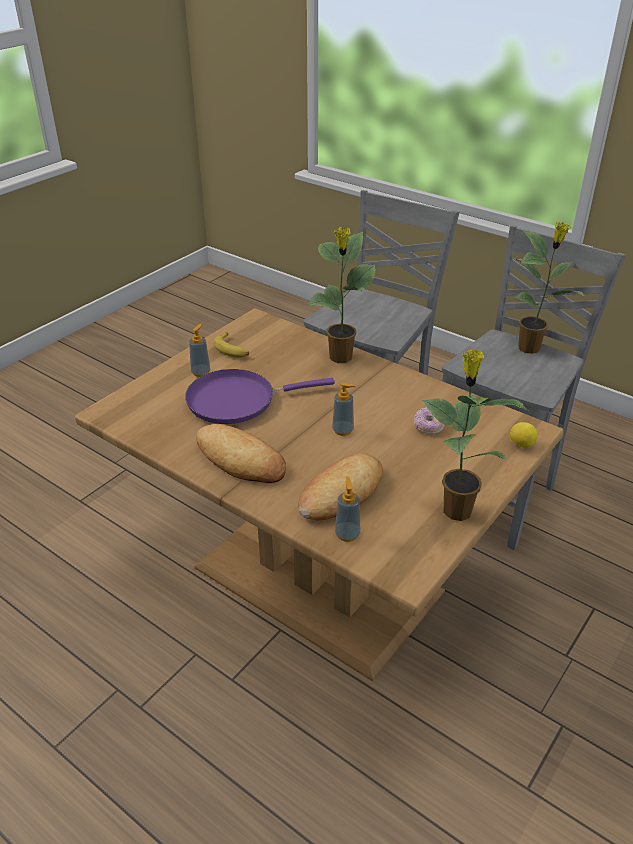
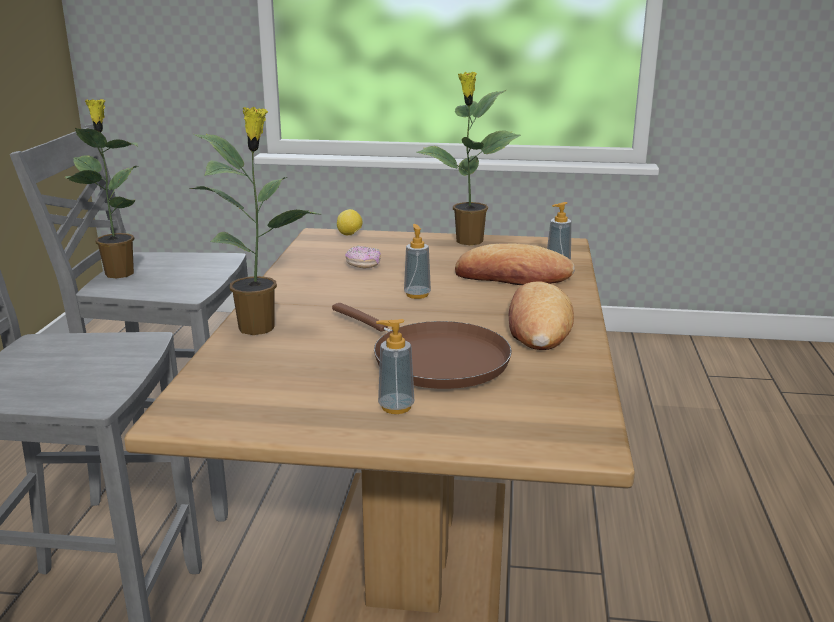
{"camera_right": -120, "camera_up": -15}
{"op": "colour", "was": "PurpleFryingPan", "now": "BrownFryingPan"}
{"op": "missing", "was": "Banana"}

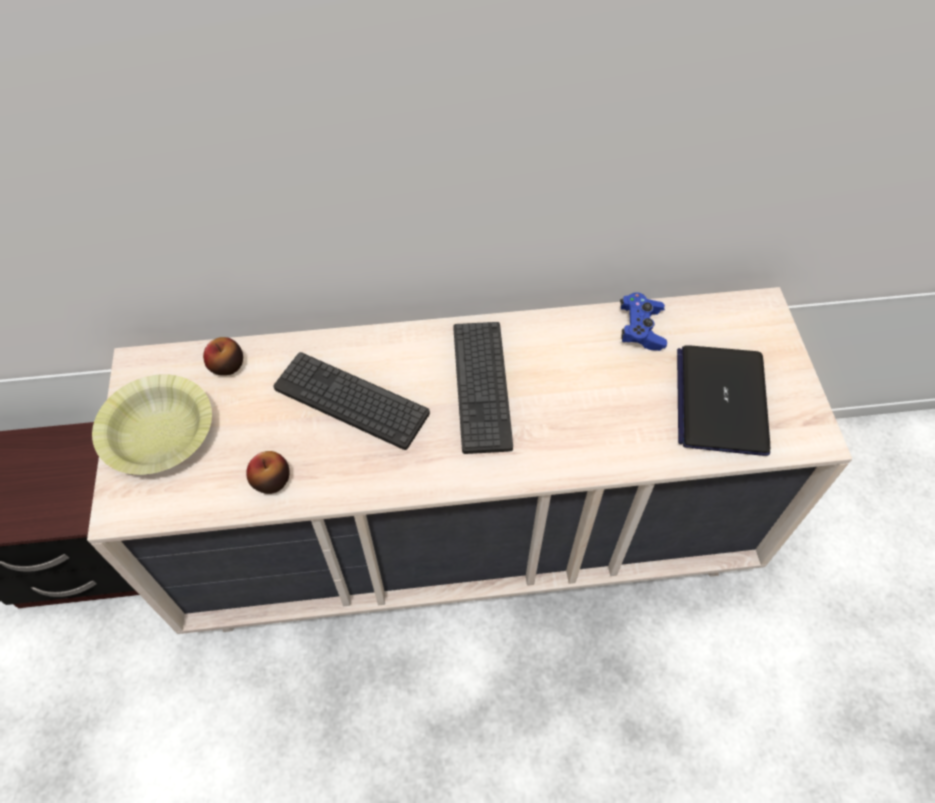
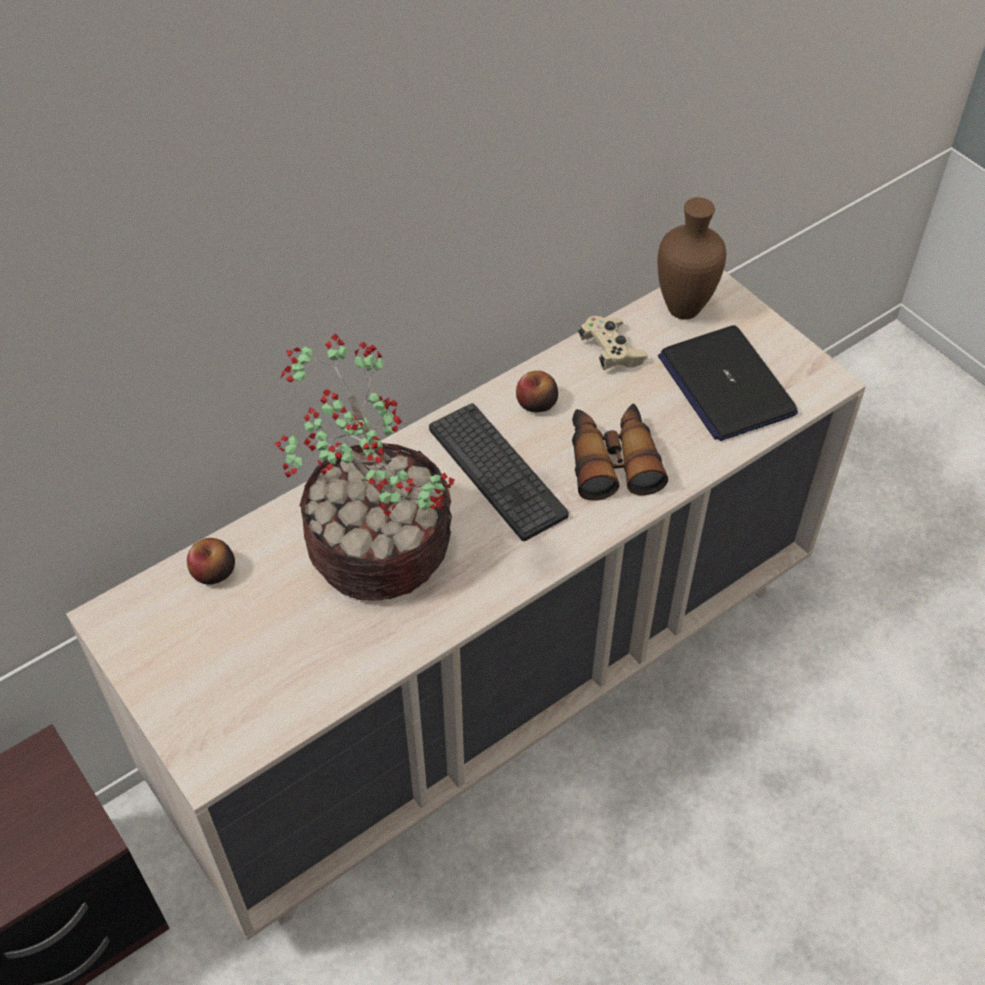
{"camera_right": -30, "camera_up": -5}
{"op": "missing", "was": "YellowBowl"}
{"op": "relocated", "was": "Apple (no. 2 from left)"}
{"op": "exchanged", "was": "Keyboard (no. 1 from left)", "now": "PottedPlant"}
{"op": "colour", "was": "BlueGameController", "now": "BeigeGameController"}
{"op": "appeared", "now": "Binoculars"}
{"op": "appeared", "now": "BrownVase"}

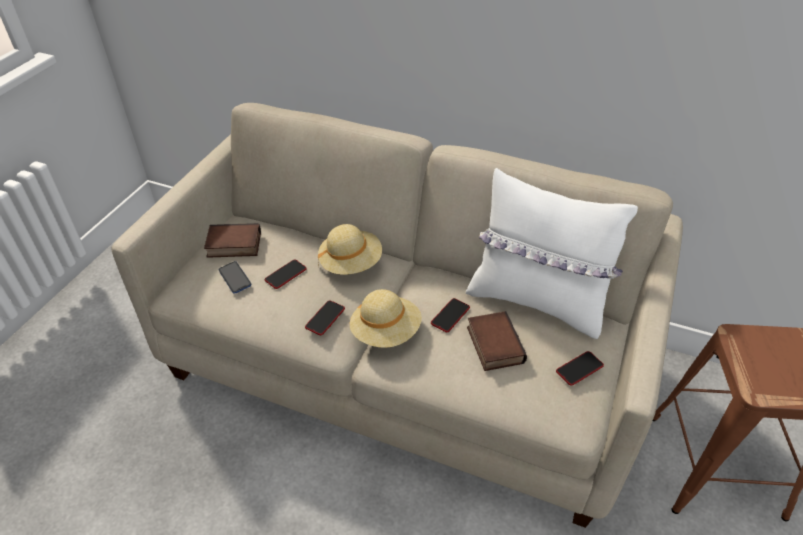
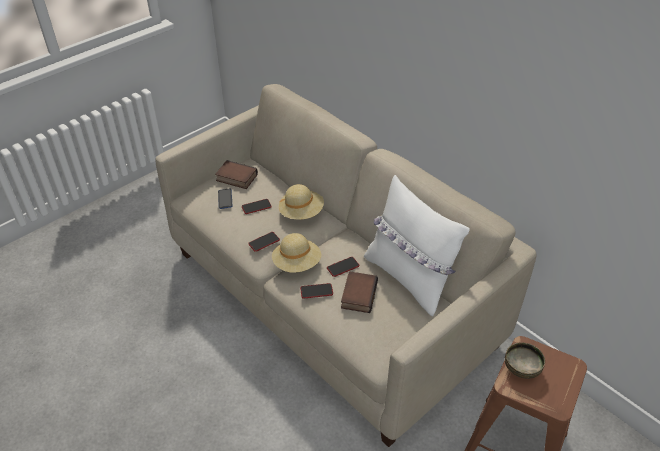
{"camera_right": 25, "camera_up": 0}
{"op": "relocated", "was": "Phone (no. 5 from left in the first image)", "now": "Phone (no. 4 from left)"}
{"op": "appeared", "now": "Bowl"}

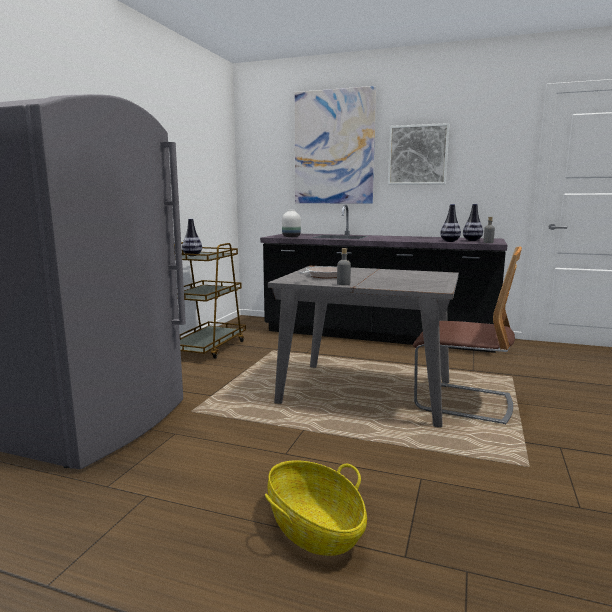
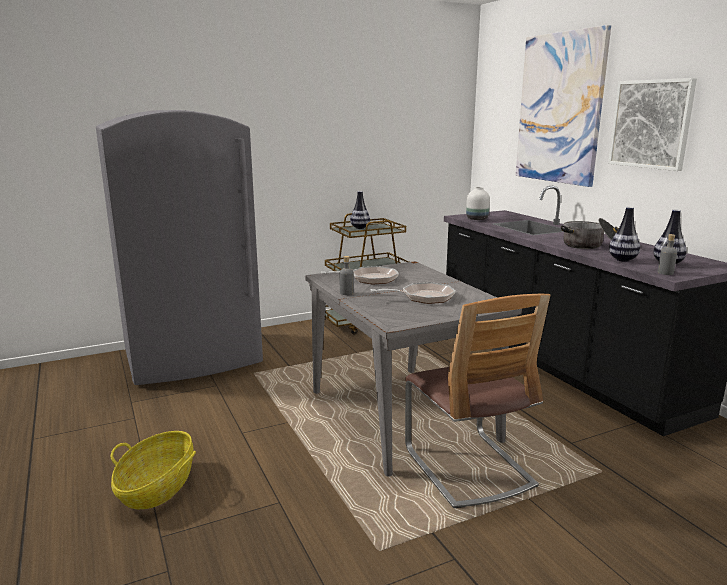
{"camera_right": 45, "camera_up": 5}
{"op": "appeared", "now": "FryingPan (no. 2 from left)"}
{"op": "appeared", "now": "CookingPot"}

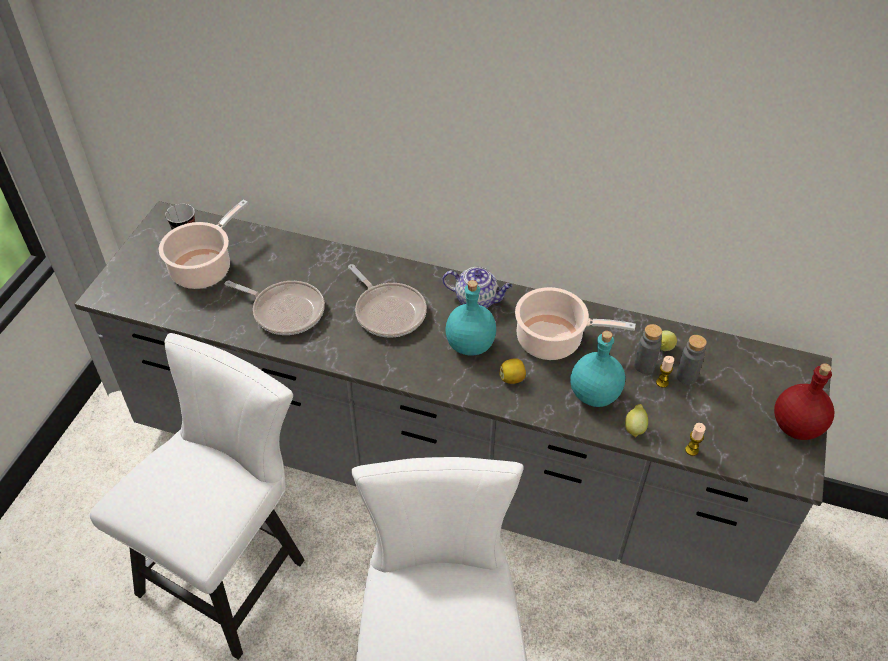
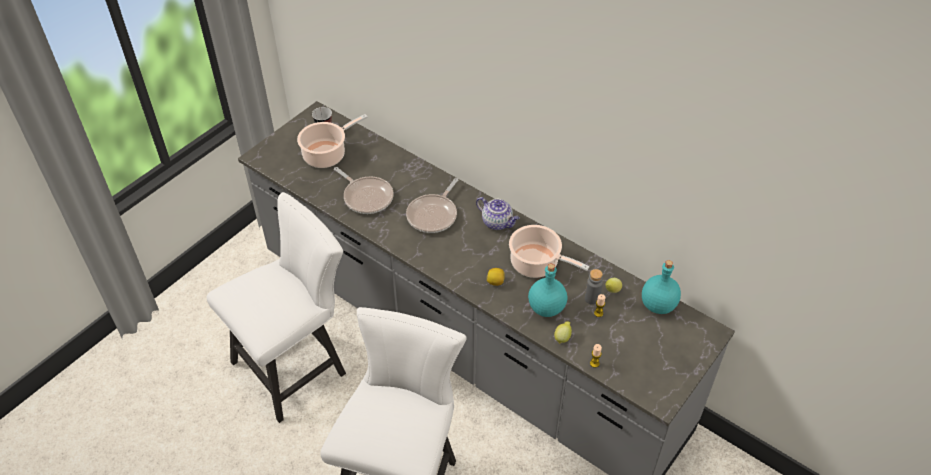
{"camera_right": 20, "camera_up": 0}
{"op": "spun", "was": "FryingPan (no. 2 from left)", "clockwise": 45}
{"op": "relocated", "was": "TurquoiseBottle (no. 1 from left in the first image)", "now": "TurquoiseBottle (no. 2 from left)"}
{"op": "missing", "was": "GreyBottle (no. 2 from left)"}
{"op": "missing", "was": "RedBottle"}

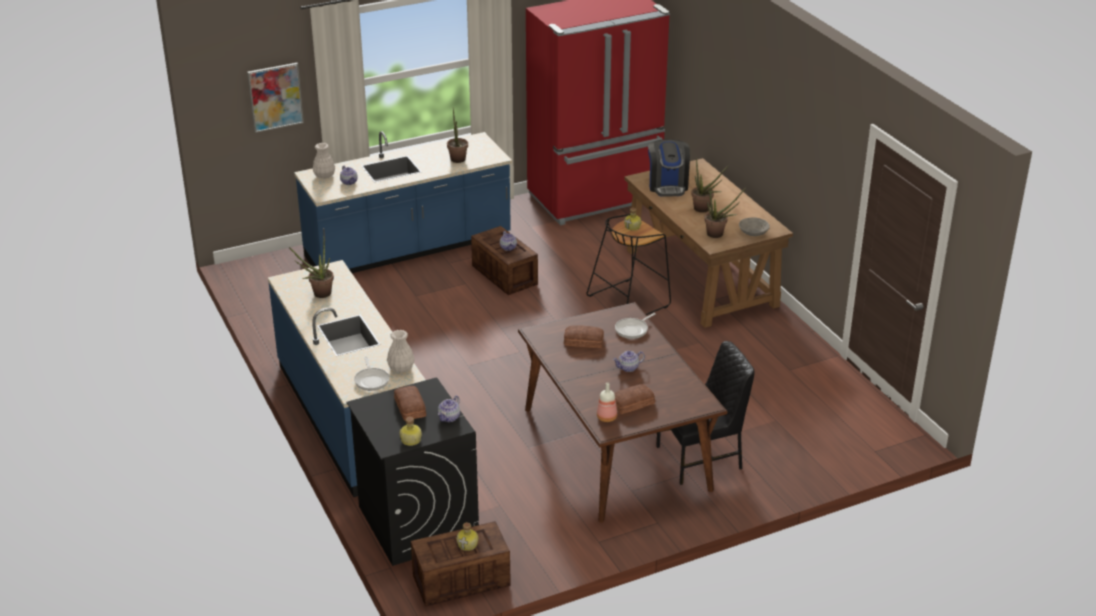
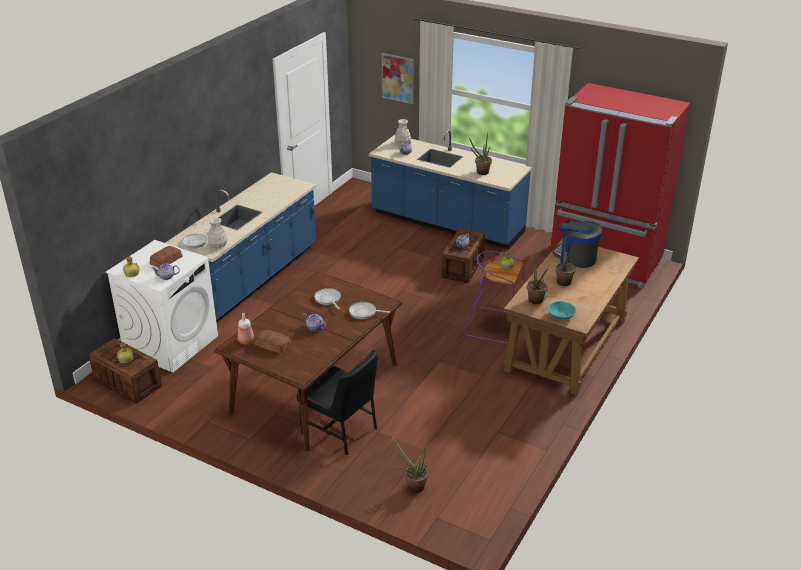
{"camera_right": 55, "camera_up": 0}
{"op": "relocated", "was": "PottedPlant (no. 1 from left)"}
{"op": "colour", "was": "BlackWashingMachine", "now": "WhiteWashingMachine"}
{"op": "exchanged", "was": "Bread (no. 2 from left)", "now": "FryingPan (no. 2 from left)"}
{"op": "colour", "was": "BlackStool", "now": "PurpleStool"}
{"op": "spun", "was": "CoffeeMachine", "clockwise": 75}
{"op": "colour", "was": "GreyBowl", "now": "TurquoiseBowl"}

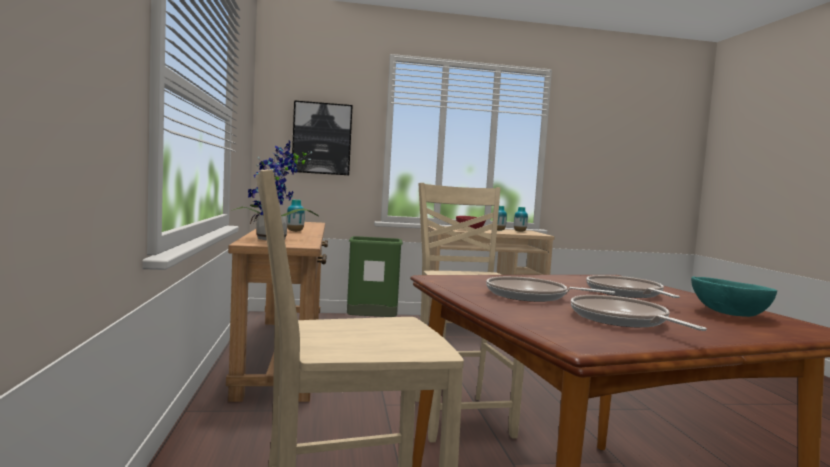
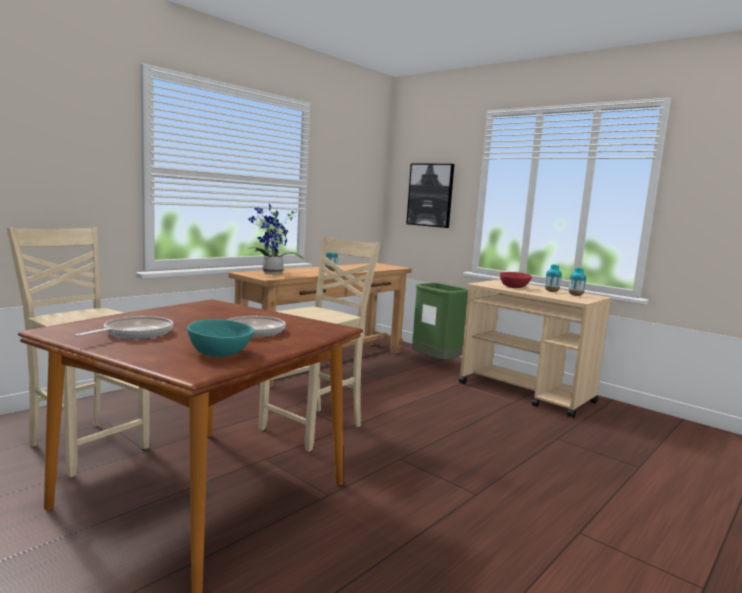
{"camera_right": 50, "camera_up": 5}
{"op": "missing", "was": "FryingPan (no. 1 from left)"}

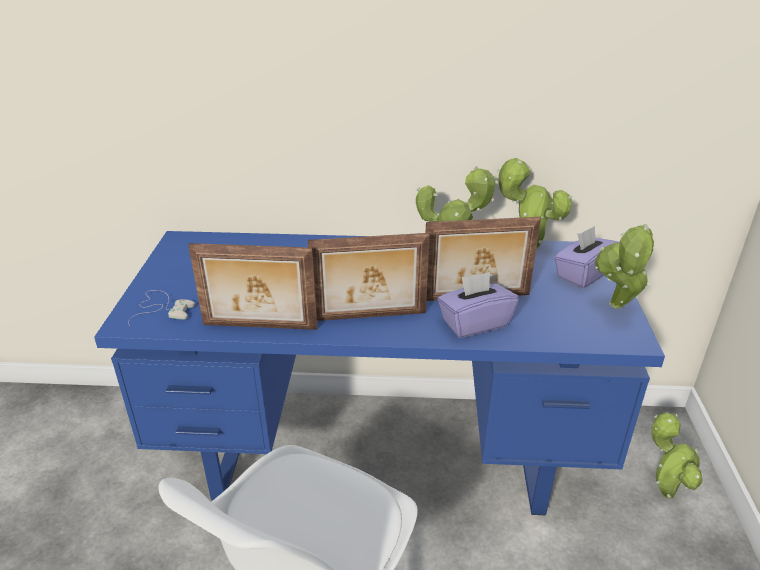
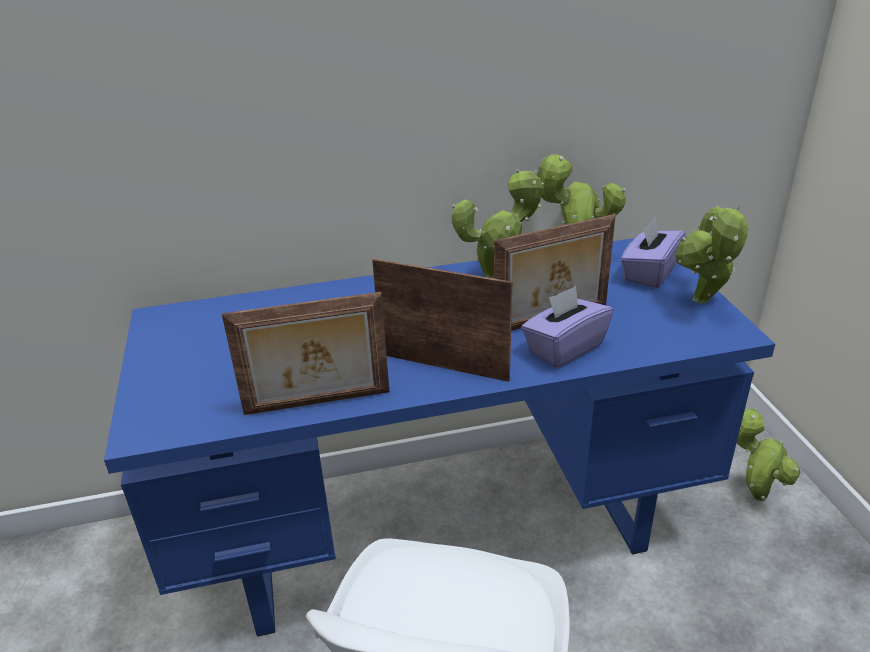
{"camera_right": -15, "camera_up": 0}
{"op": "missing", "was": "WhiteGameController"}
{"op": "spun", "was": "PictureFrame (no. 2 from left)", "clockwise": -135}

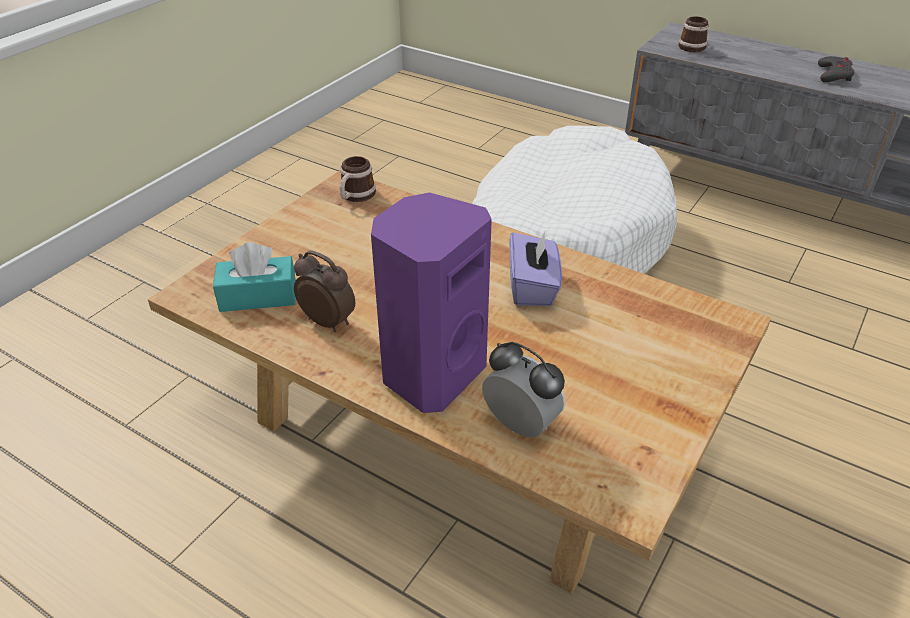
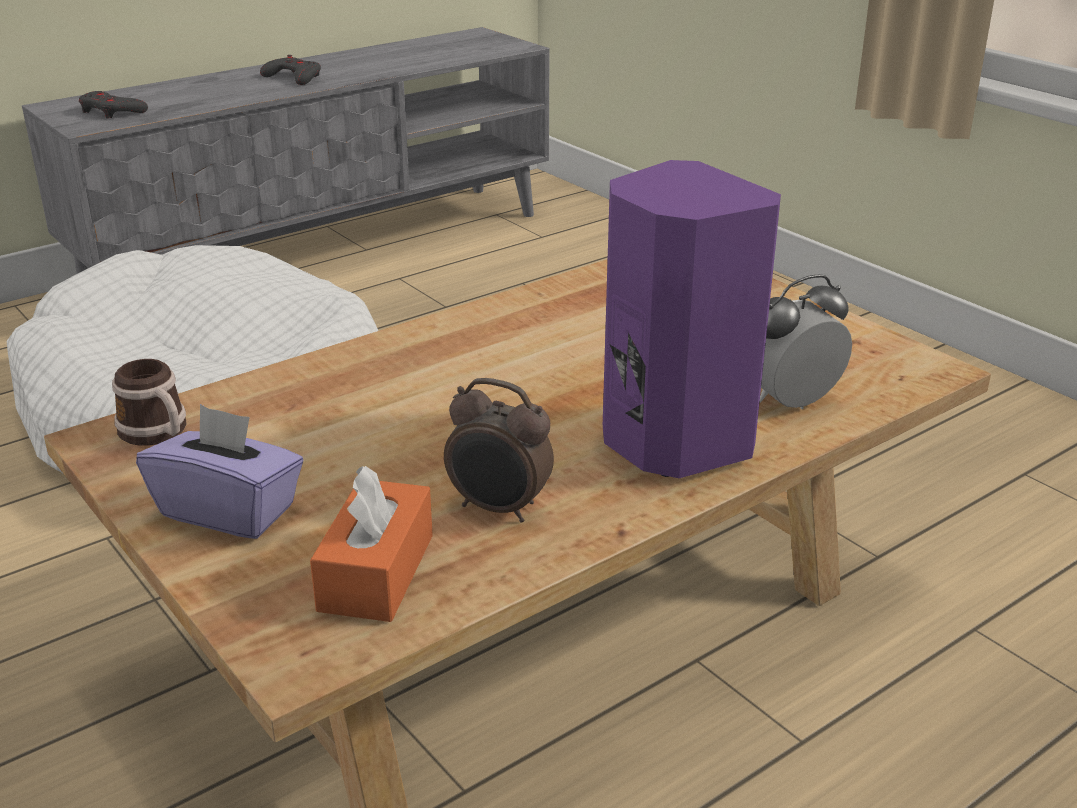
{"camera_right": -70, "camera_up": -10}
{"op": "colour", "was": "TurquoiseTissueBox", "now": "OrangeTissueBox"}
{"op": "spun", "was": "AlarmClock (no. 1 from left)", "clockwise": -120}
{"op": "relocated", "was": "PurpleTissueBox"}
{"op": "exchanged", "was": "Mug (no. 2 from left)", "now": "GreyGameController (no. 1 from left)"}

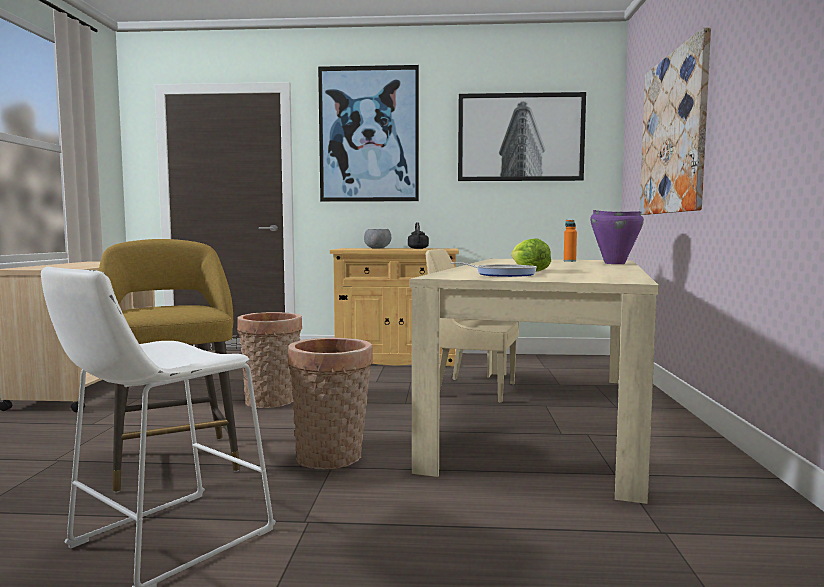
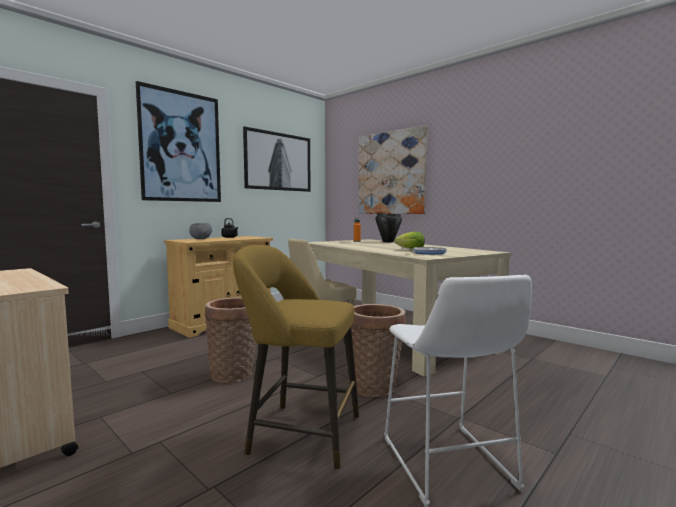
{"camera_right": -50, "camera_up": 0}
{"op": "colour", "was": "PurpleCookingPot", "now": "BlackCookingPot"}

